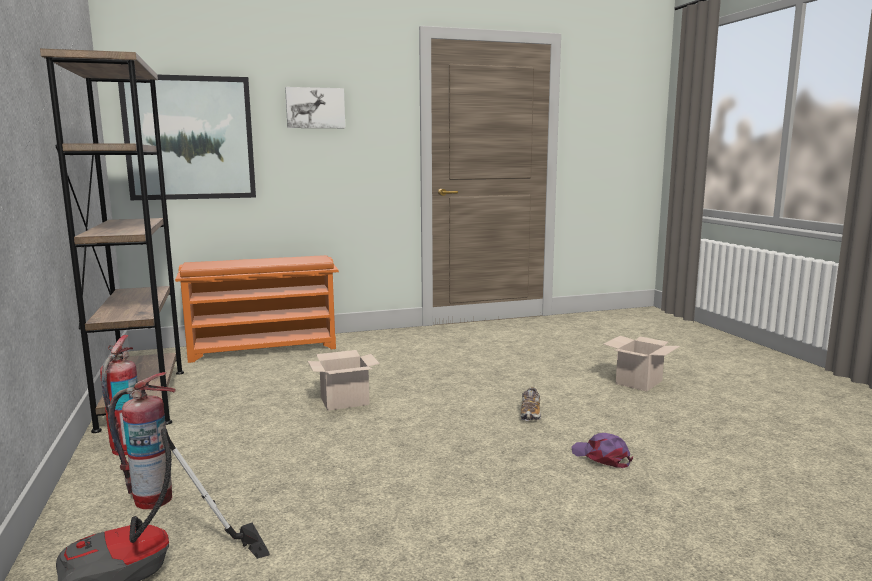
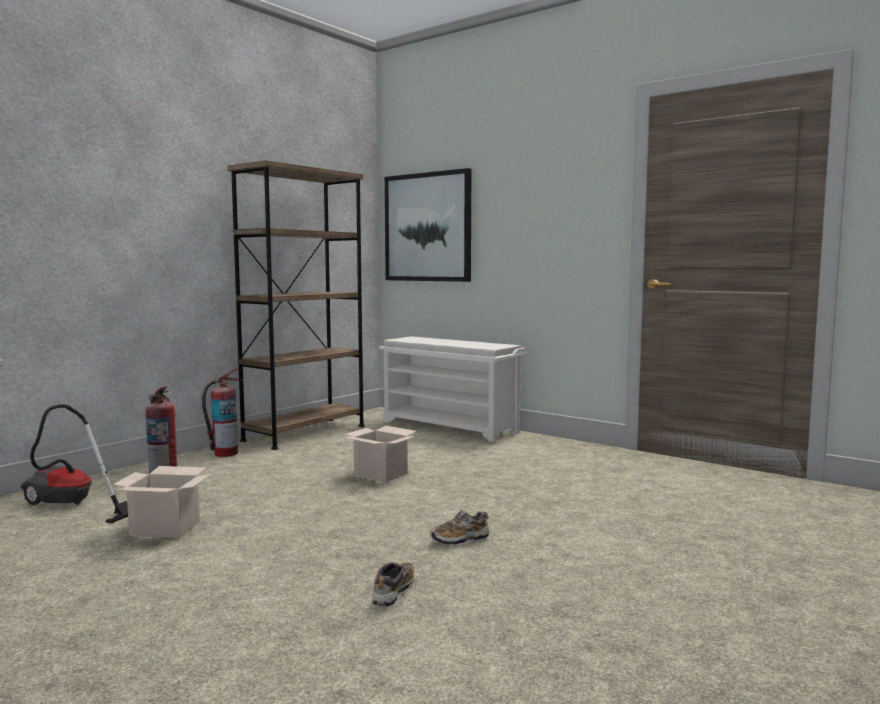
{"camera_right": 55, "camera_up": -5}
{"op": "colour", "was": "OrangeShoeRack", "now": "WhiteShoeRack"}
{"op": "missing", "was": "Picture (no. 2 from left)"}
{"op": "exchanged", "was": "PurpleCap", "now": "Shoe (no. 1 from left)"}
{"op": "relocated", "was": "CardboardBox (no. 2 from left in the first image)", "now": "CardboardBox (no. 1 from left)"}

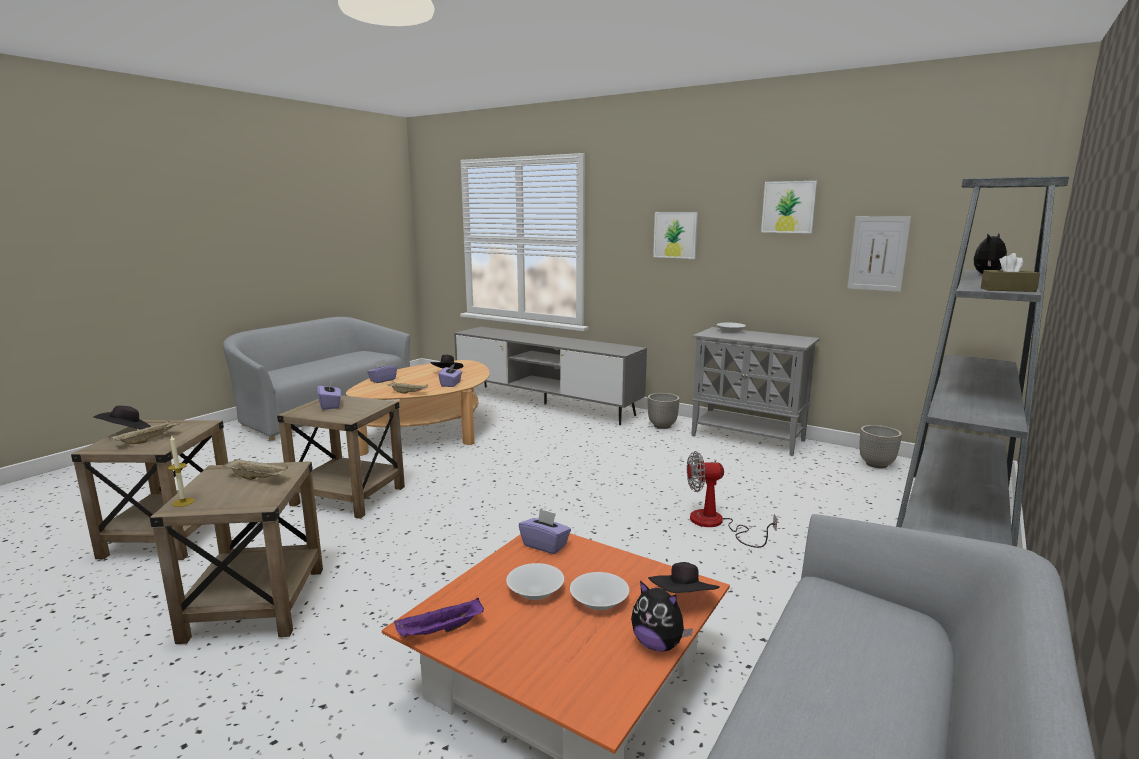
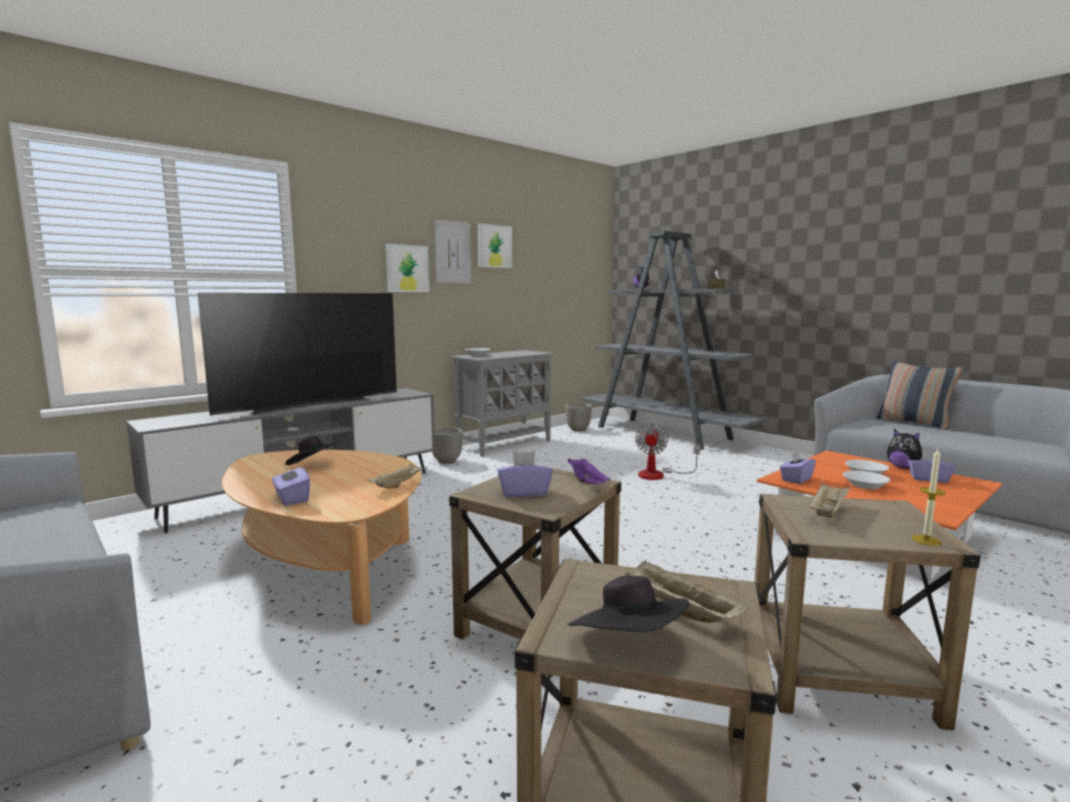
{"camera_right": -75, "camera_up": -5}
{"op": "relocated", "was": "PurpleTray"}
{"op": "relocated", "was": "PurpleTissueBox (no. 3 from left in the first image)", "now": "PurpleTissueBox (no. 4 from left)"}
{"op": "spun", "was": "PlushToy (no. 1 from left in the first image)", "clockwise": 90}
{"op": "missing", "was": "BlackHat (no. 3 from left)"}
{"op": "relocated", "was": "Picture (no. 3 from left in the first image)", "now": "Picture (no. 2 from left)"}
{"op": "appeared", "now": "Television"}
{"op": "appeared", "now": "Pillow"}

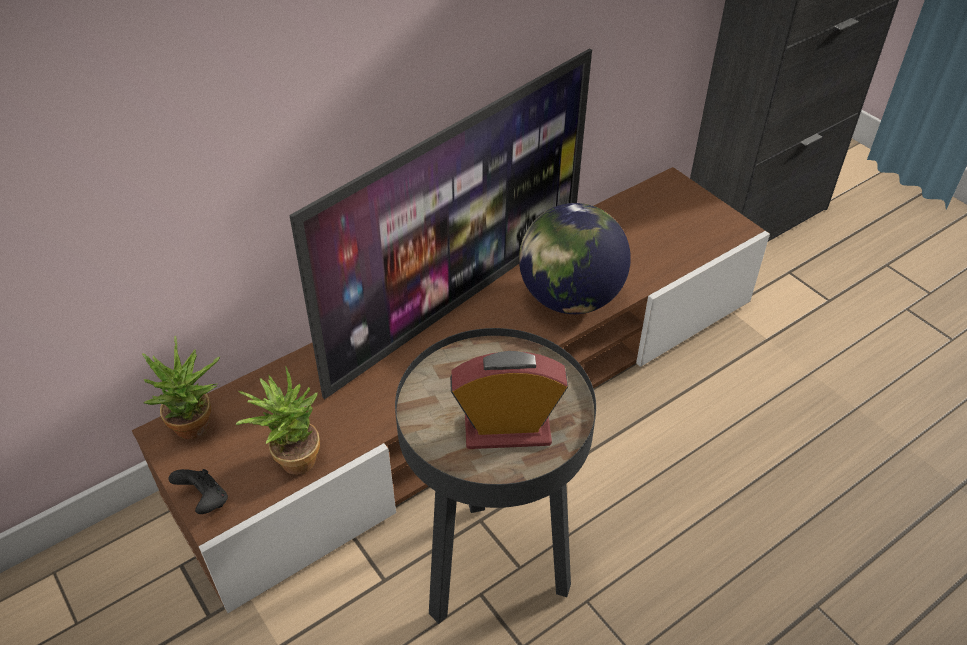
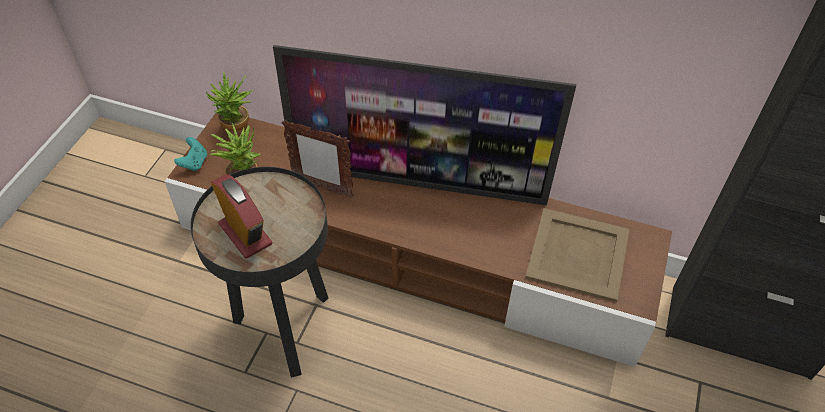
{"camera_right": 55, "camera_up": 5}
{"op": "colour", "was": "BlackGameController", "now": "TurquoiseGameController"}
{"op": "missing", "was": "Globe"}
{"op": "appeared", "now": "PictureFrame"}
{"op": "appeared", "now": "BeigeTray"}

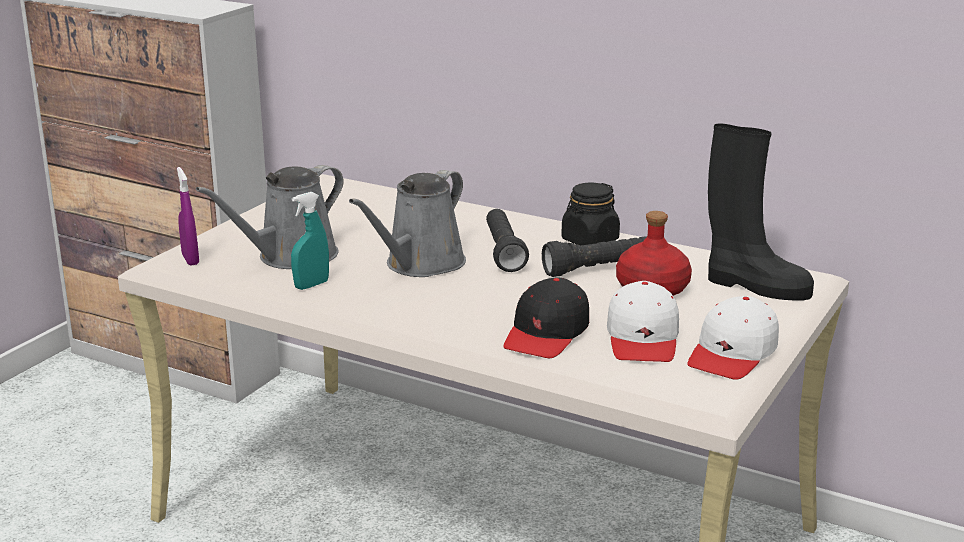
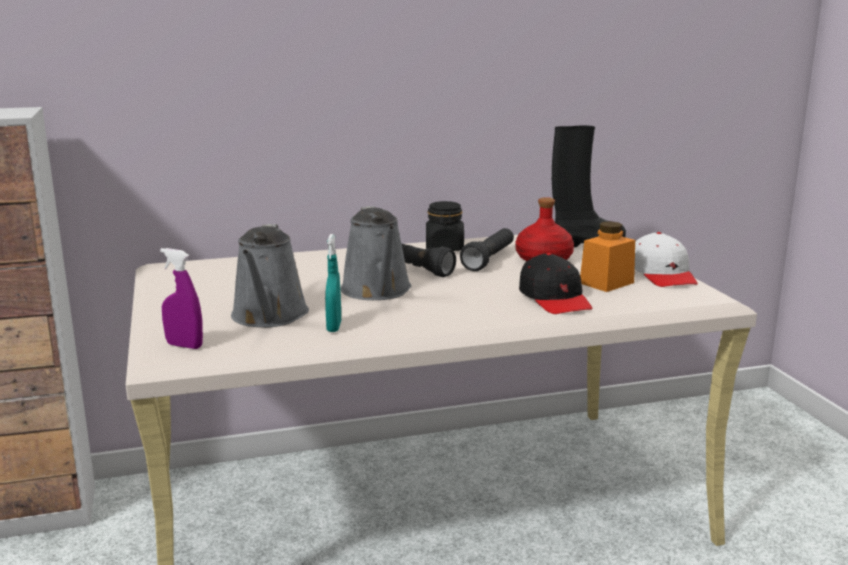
{"camera_right": -45, "camera_up": -5}
{"op": "exchanged", "was": "WhiteCap (no. 1 from left)", "now": "OrangeJar"}

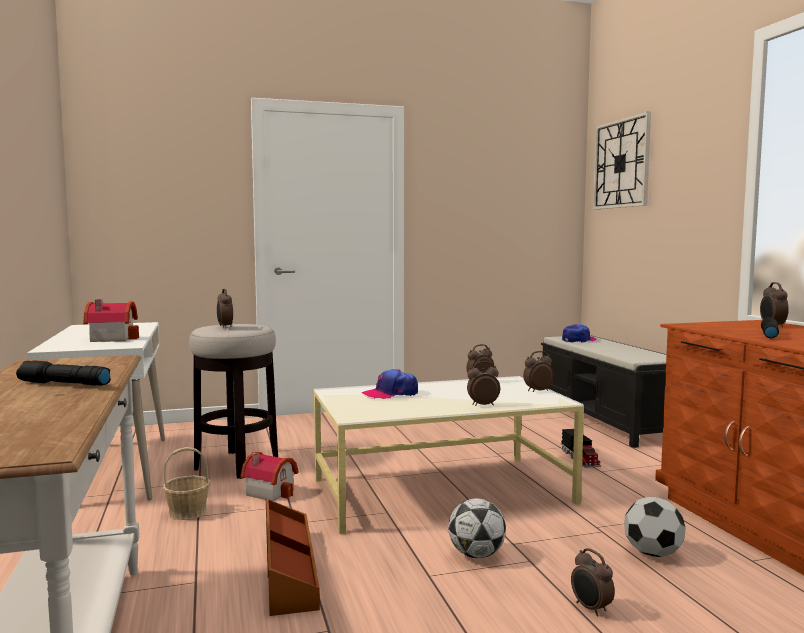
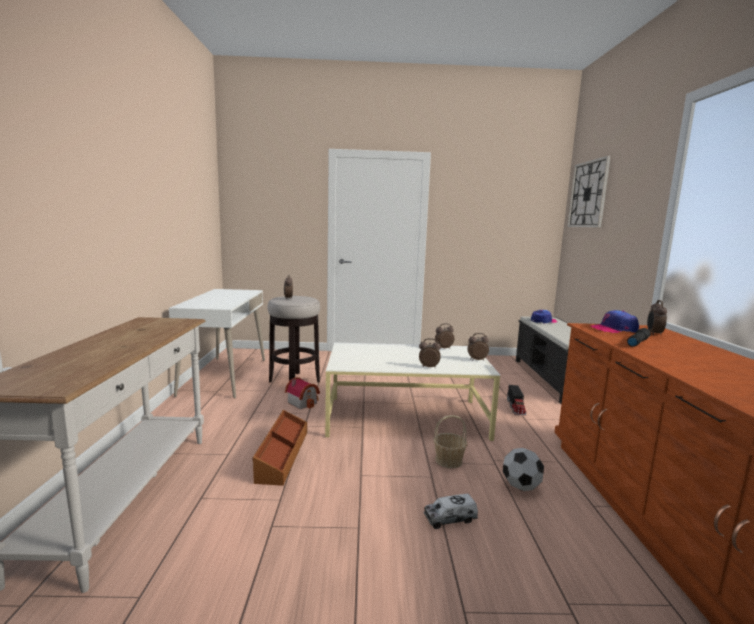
{"camera_right": 15, "camera_up": 5}
{"op": "missing", "was": "BlackFlashlight (no. 1 from left)"}
{"op": "missing", "was": "ToyHouse (no. 1 from left)"}
{"op": "relocated", "was": "Basket"}
{"op": "relocated", "was": "Cap (no. 1 from left in the first image)", "now": "Cap (no. 2 from left)"}
{"op": "missing", "was": "Football (no. 1 from left)"}
{"op": "exchanged", "was": "AlarmClock (no. 5 from left)", "now": "ToyTruck (no. 1 from left)"}

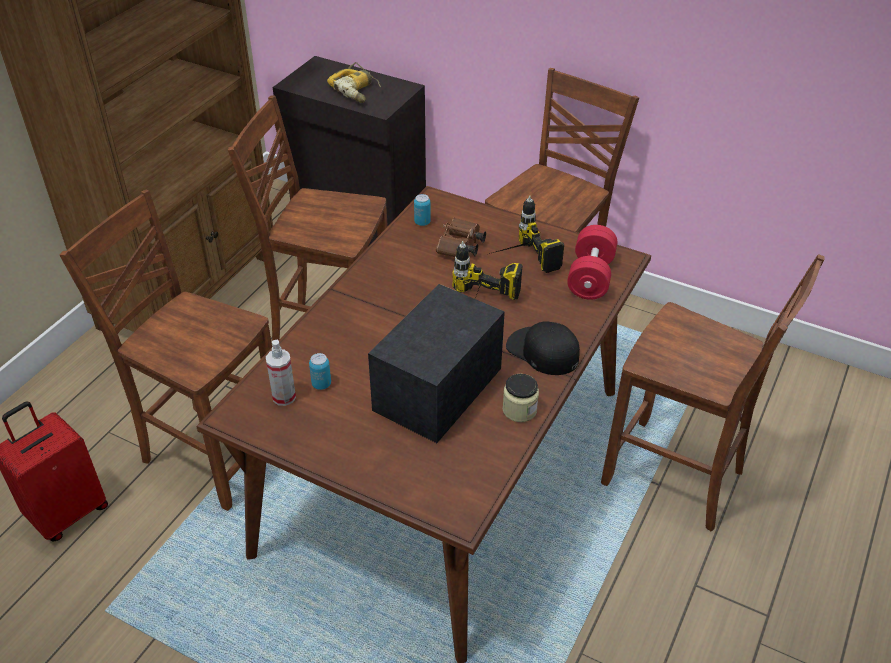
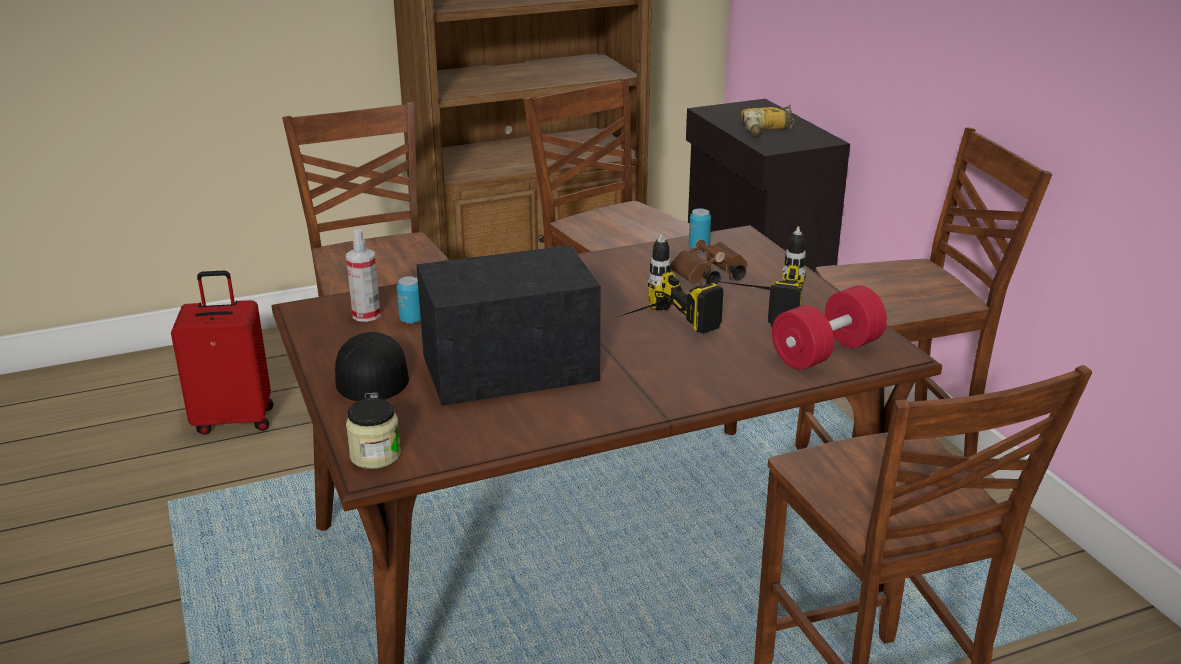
{"camera_right": 40, "camera_up": -15}
{"op": "relocated", "was": "Jar"}
{"op": "relocated", "was": "BlackCap"}

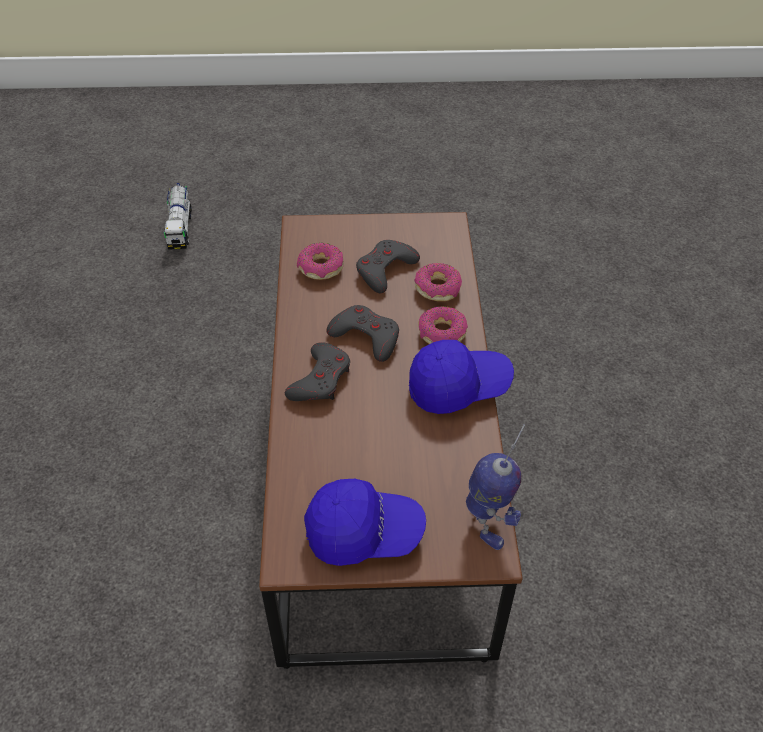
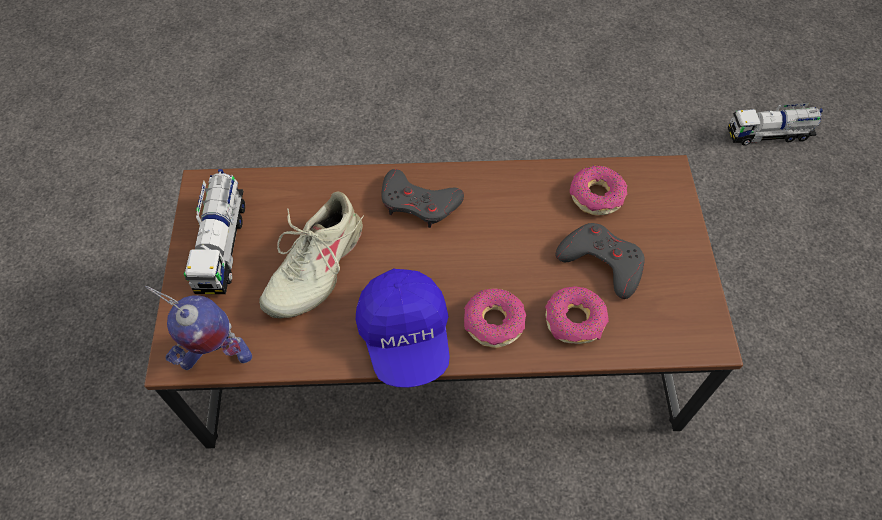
{"camera_right": 90, "camera_up": 10}
{"op": "exchanged", "was": "BlueCap (no. 1 from left)", "now": "ToyTruck (no. 1 from left)"}
{"op": "missing", "was": "GreyGameController (no. 2 from left)"}
{"op": "appeared", "now": "BeigeShoe"}

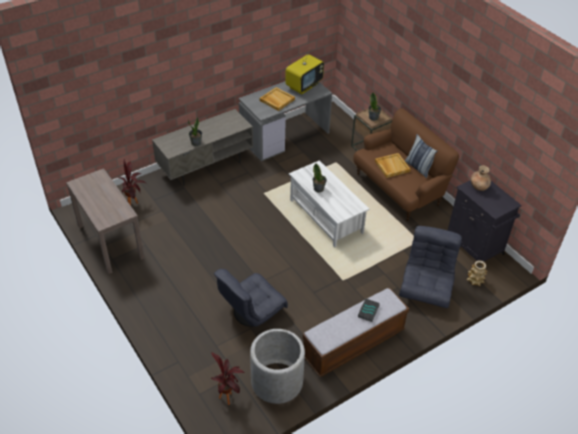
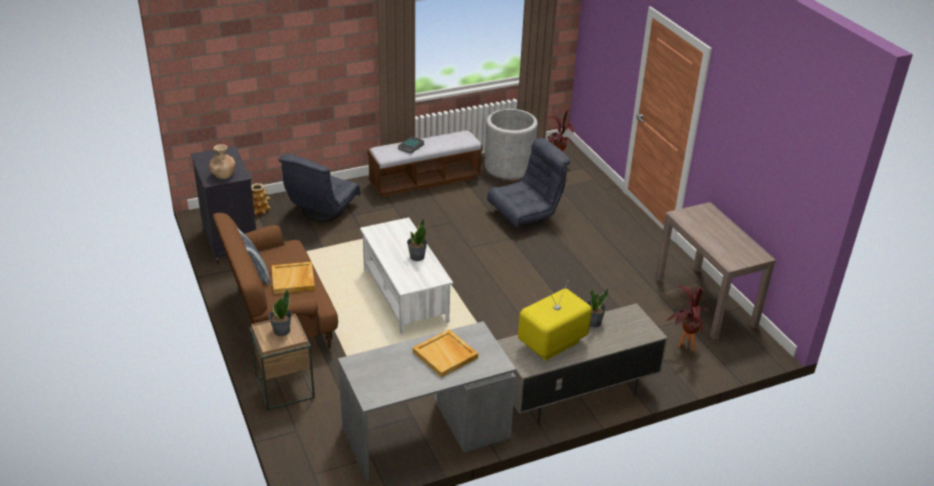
{"camera_right": -170, "camera_up": -10}
{"op": "relocated", "was": "Television"}

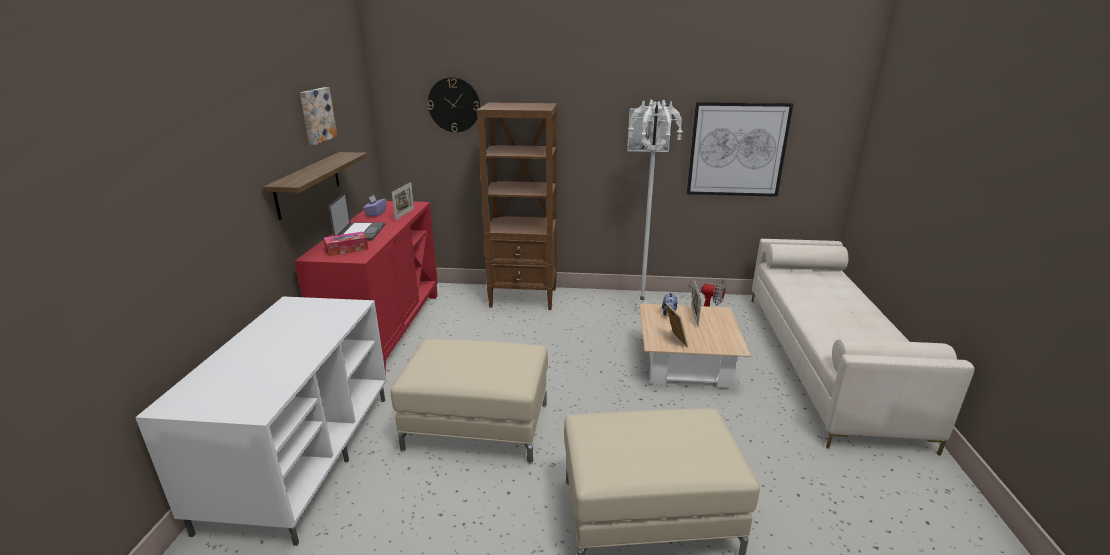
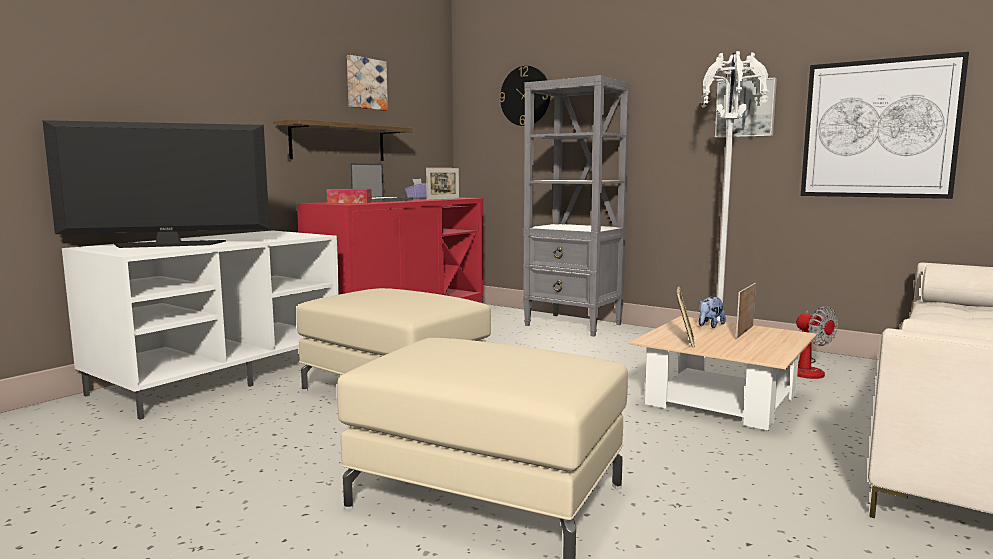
{"camera_right": 30, "camera_up": -15}
{"op": "colour", "was": "BrownBookcase", "now": "GreyBookcase"}
{"op": "appeared", "now": "Television"}

